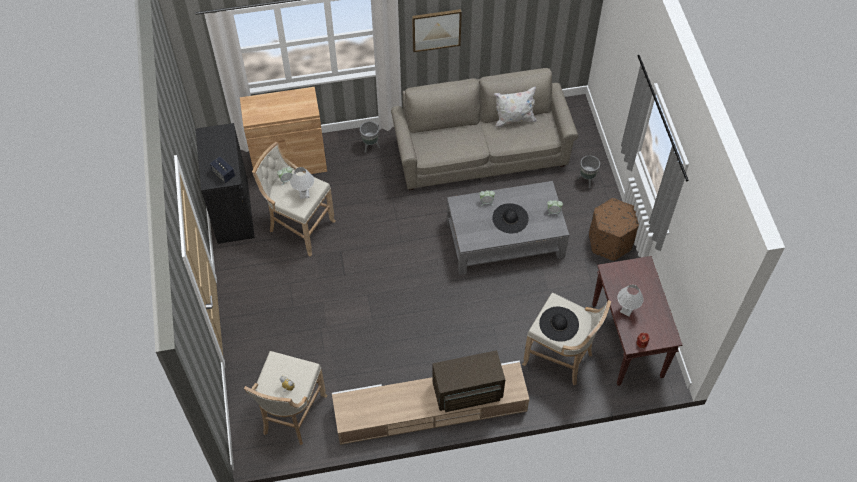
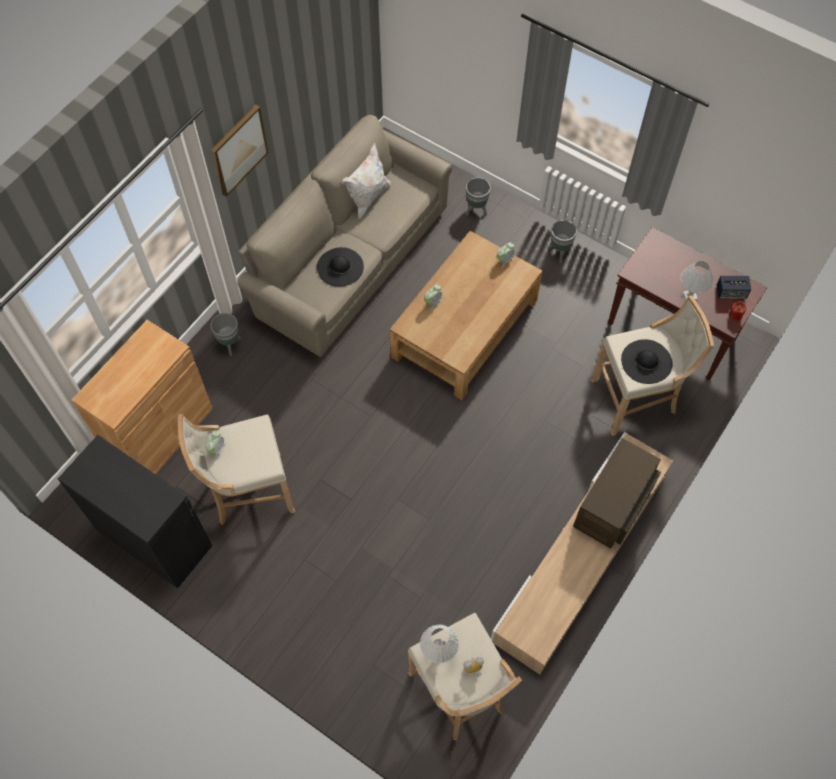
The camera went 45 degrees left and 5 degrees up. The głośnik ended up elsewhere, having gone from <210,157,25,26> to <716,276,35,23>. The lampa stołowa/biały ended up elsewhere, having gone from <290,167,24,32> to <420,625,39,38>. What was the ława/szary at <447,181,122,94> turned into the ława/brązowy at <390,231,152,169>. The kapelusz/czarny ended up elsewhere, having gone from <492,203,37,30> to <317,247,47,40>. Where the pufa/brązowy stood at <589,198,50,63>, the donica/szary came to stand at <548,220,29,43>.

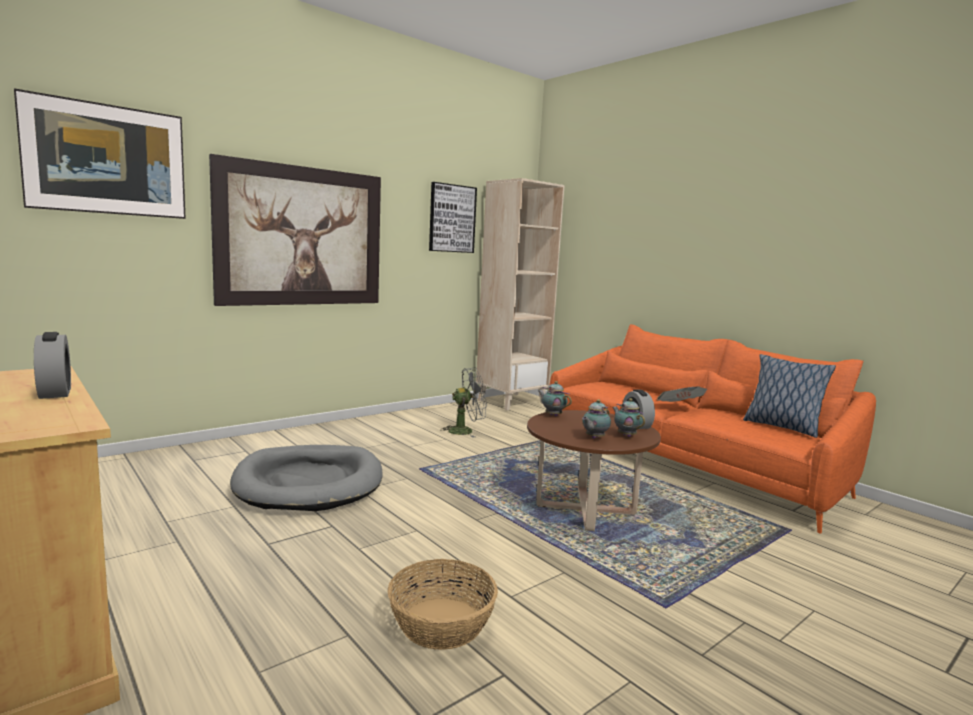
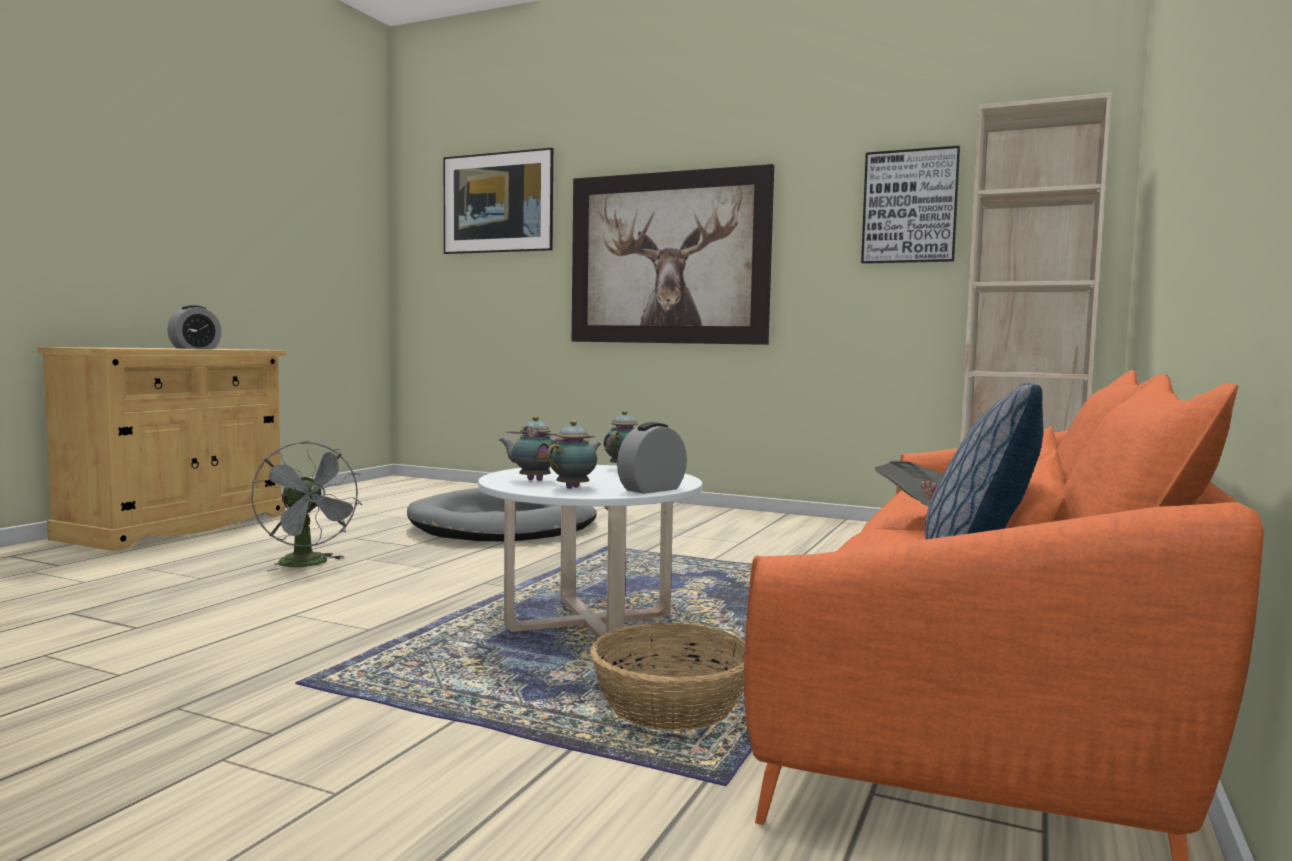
The camera went 65 degrees right and 5 degrees down. The koszyk ended up elsewhere, having gone from <388,559,110,91> to <590,623,155,108>. The wentylator/szary ended up elsewhere, having gone from <440,367,47,71> to <251,441,111,130>. What was the ława/brązowy at <527,410,134,121> turned into the ława/biały at <478,465,224,184>.

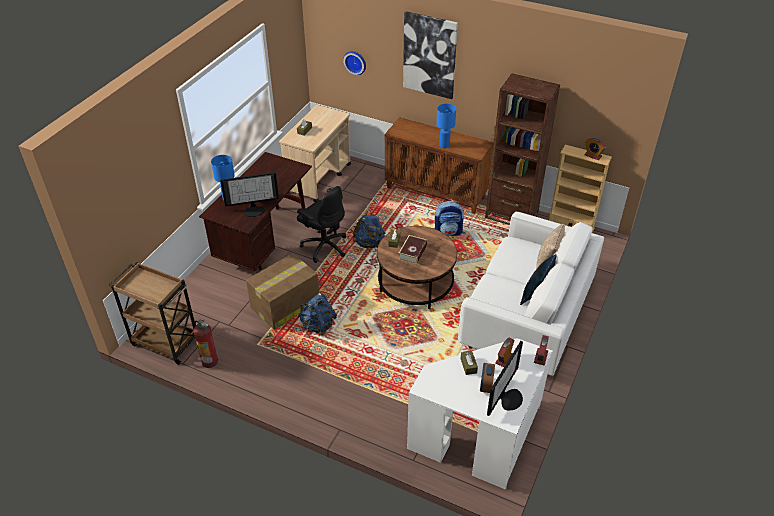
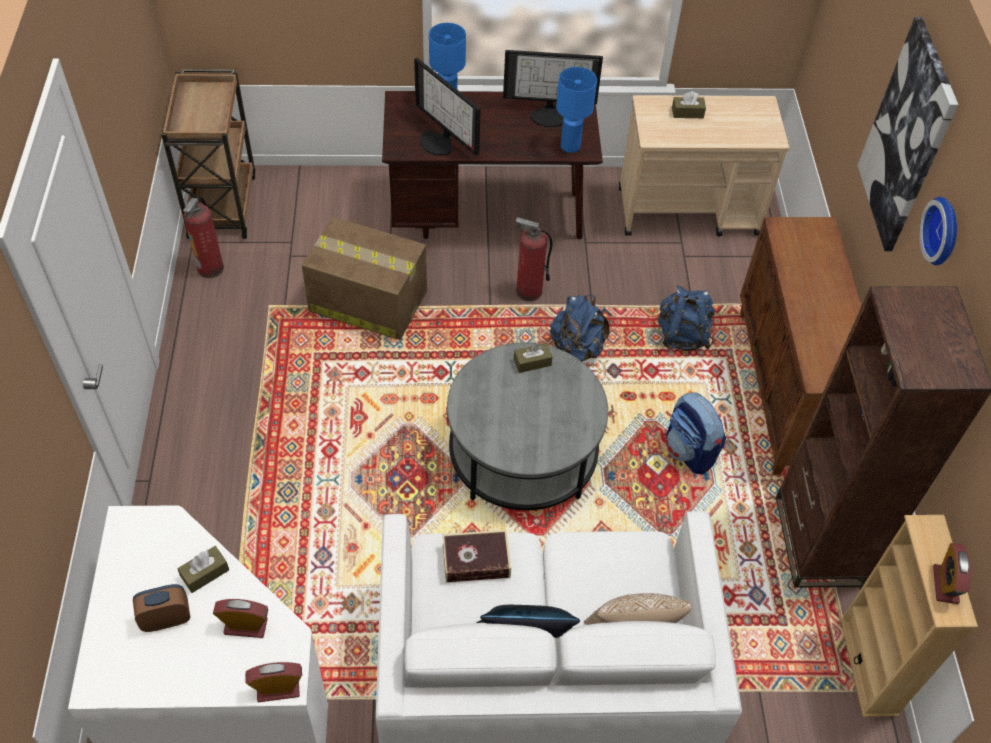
The camera went 60 degrees right and 10 degrees up. Where the krzesło biurowe/czarny stood at <297,186,49,77>, the gaśnica came to stand at <516,217,36,84>. The plecak/niebieski ended up elsewhere, having gone from <298,293,39,43> to <658,286,57,65>. The zegar ścienny ended up elsewhere, having gone from <343,51,23,24> to <919,197,38,68>. What was the ława/brązowy at <377,226,80,83> turned into the ława/szary at <447,343,161,167>. The książka ended up elsewhere, having gone from <398,235,29,30> to <443,530,68,53>. The lampa stołowa/niebieski ended up elsewhere, having gone from <436,104,20,44> to <556,67,41,86>. The monitor ended up elsewhere, having gone from <487,341,36,75> to <503,50,100,77>.

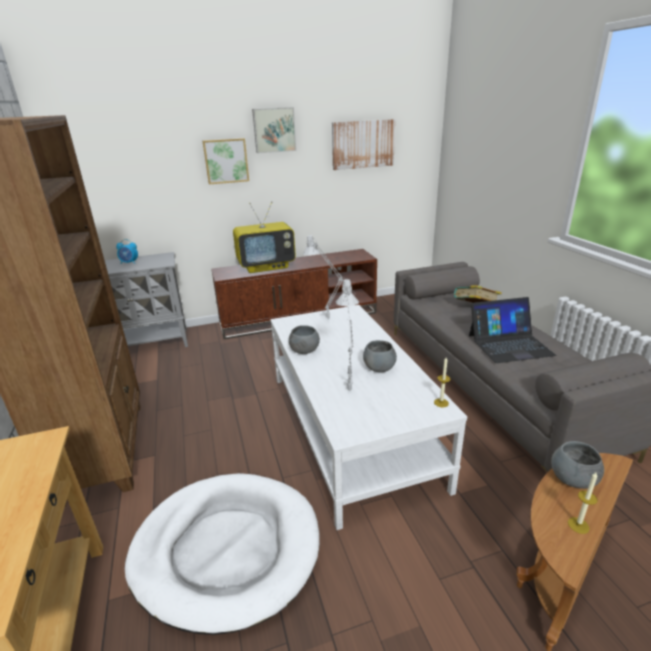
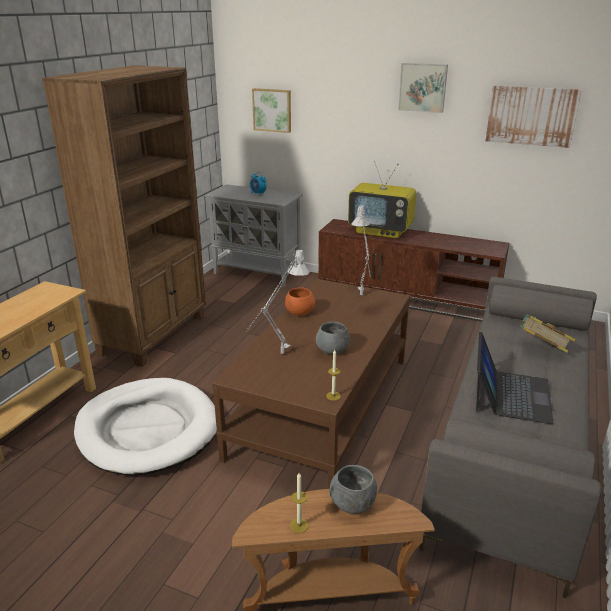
The camera went 40 degrees right and 0 degrees up. The obraz ended up elsewhere, having gone from <203,138,46,46> to <252,88,39,45>. What was the ława/biały at <270,305,197,225> turned into the ława/brązowy at <212,279,198,210>. What was the miska/szary at <289,326,31,28> turned into the miska/pomarańczowy at <285,287,30,28>. The laptop at <469,297,88,66> ended up facing another way, 105 degrees counterclockwise from before.

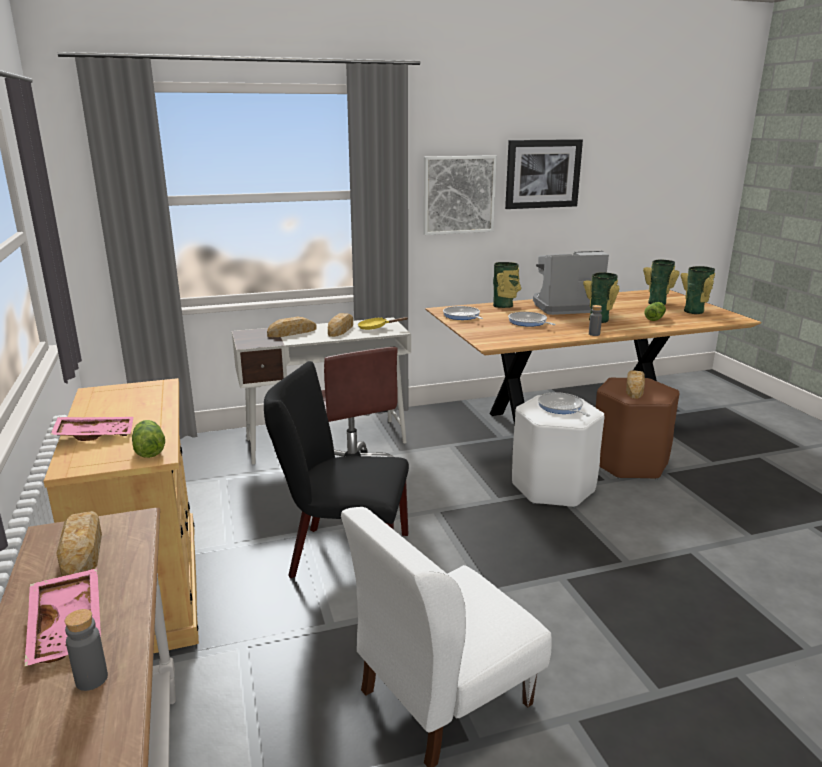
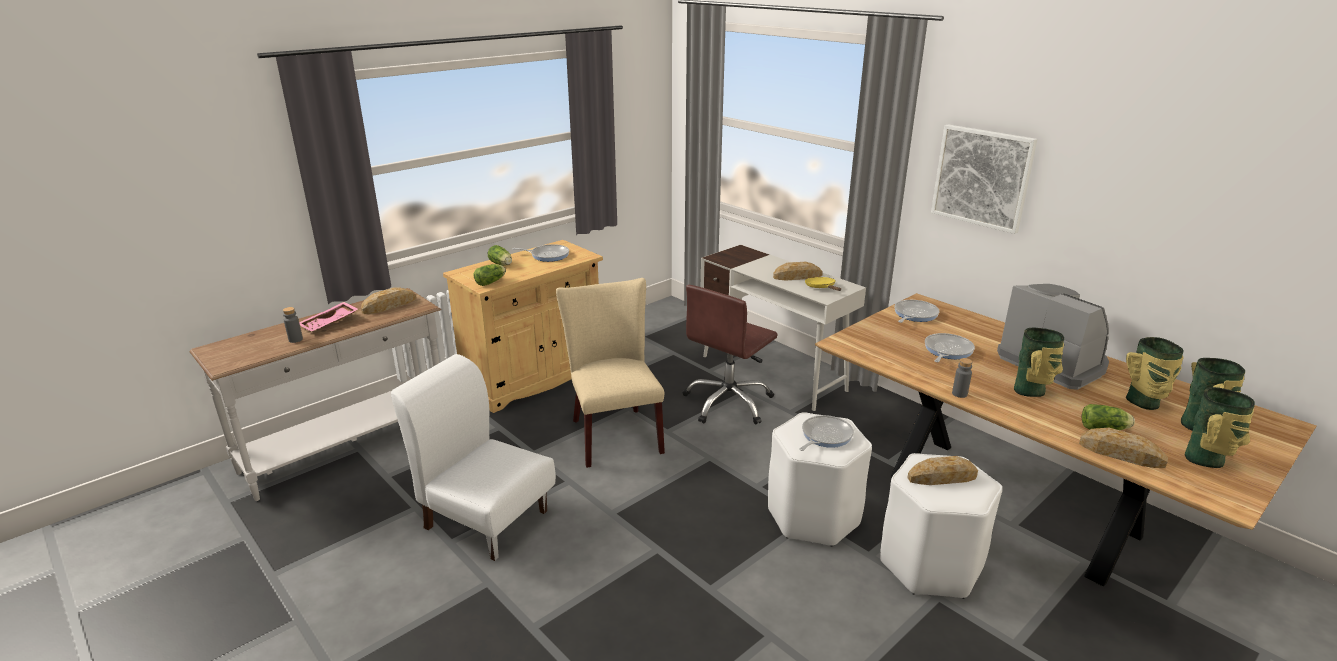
The camera went 65 degrees right and 5 degrees up. Where the taca/różowy stood at <50,417,83,24>, the sałata came to stand at <488,245,24,21>. What was the krzesło/czarny at <264,361,145,217> turned into the krzesło/beżowy at <556,278,109,190>. The chleb ended up elsewhere, having gone from <267,317,50,20> to <1079,428,89,40>. The wazon ended up elsewhere, having gone from <493,262,28,46> to <1126,337,58,73>. The second view lost the obraz at <505,139,78,70>. What was the stołek/brązowy at <595,378,84,102> turned into the stołek/biały at <880,453,122,146>. The second view gained the patelnia at <512,244,57,18>.

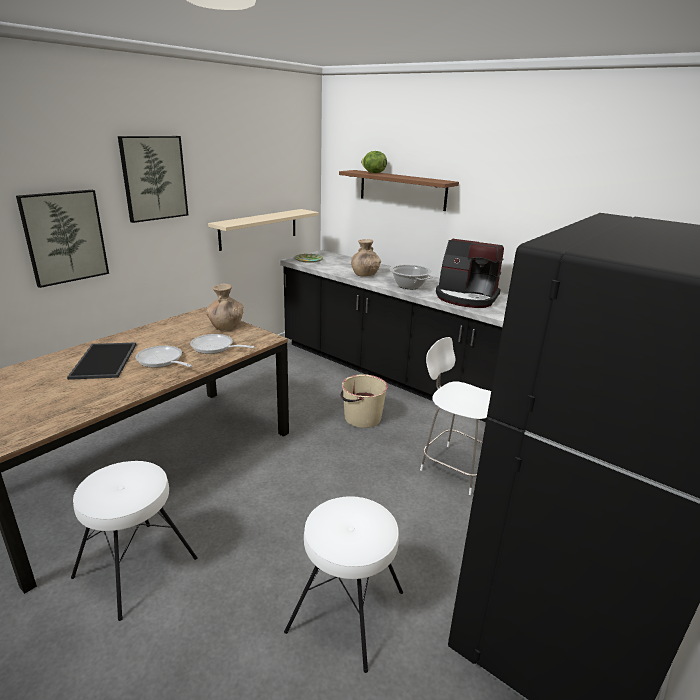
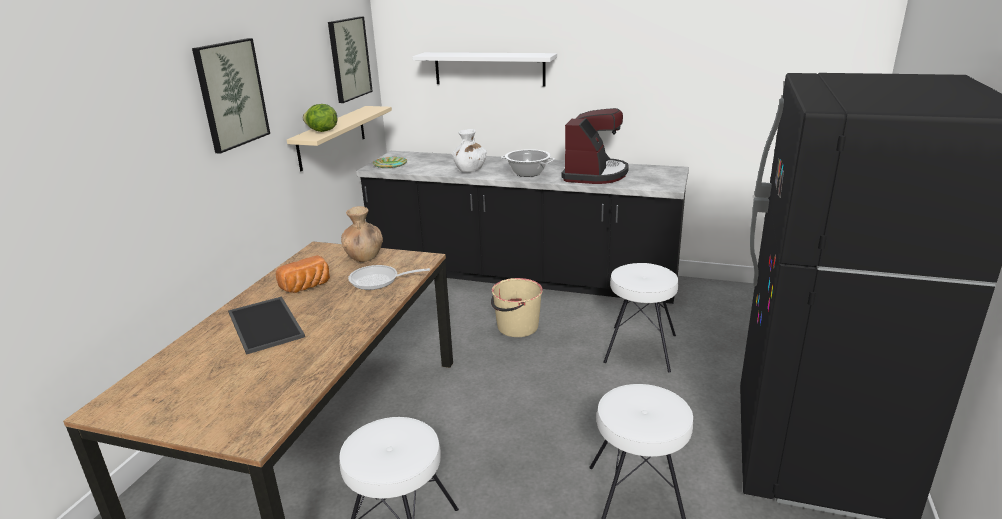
The camera went 20 degrees left and 0 degrees up. The obraz ended up elsewhere, having gone from <16,190,93,98> to <328,16,45,87>. The second view lost the patelnia at <136,346,56,22>. What was the półka/brązowy at <339,170,120,41> turned into the półka/biały at <412,52,145,35>. What was the wazon/brązowy at <351,239,30,38> turned into the wazon/biały at <452,129,35,43>. The sałata ended up elsewhere, having gone from <361,151,26,22> to <303,104,34,28>. Where the krzesło/biały stood at <420,337,71,158>, the stołek/biały came to stand at <603,263,75,109>. The ekspres do kawy at <436,239,68,69> ended up facing another way, 75 degrees counterclockwise from before. The second view gained the chleb at <276,255,54,38>.

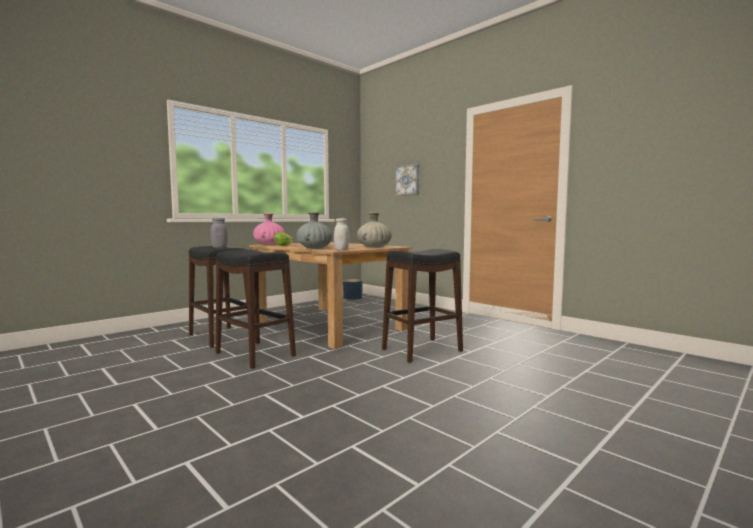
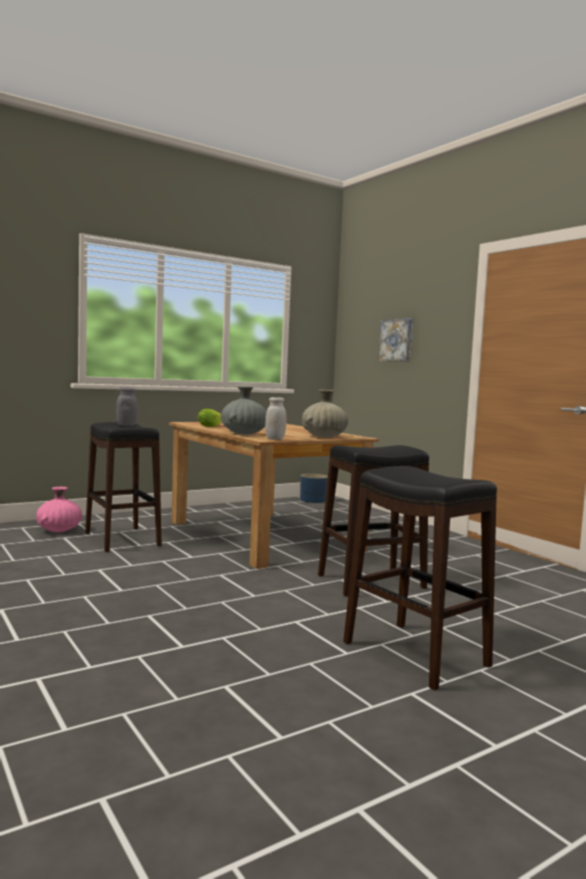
The camera went 10 degrees right and 0 degrees up. The stołek/czarny ended up elsewhere, having gone from <216,250,80,119> to <343,466,154,225>. The wazon/różowy ended up elsewhere, having gone from <253,213,32,32> to <36,487,46,45>.

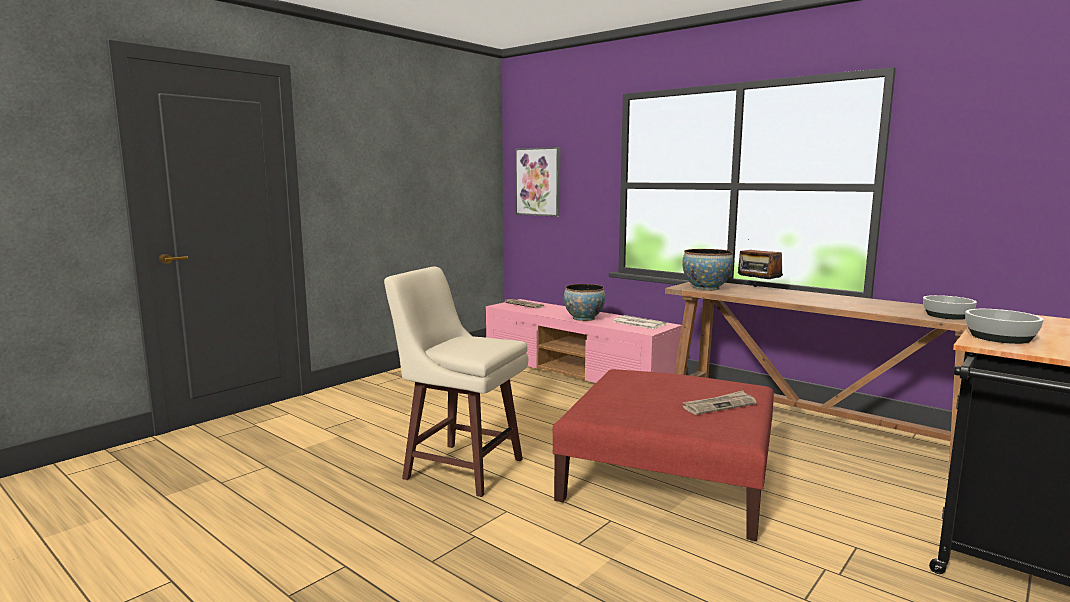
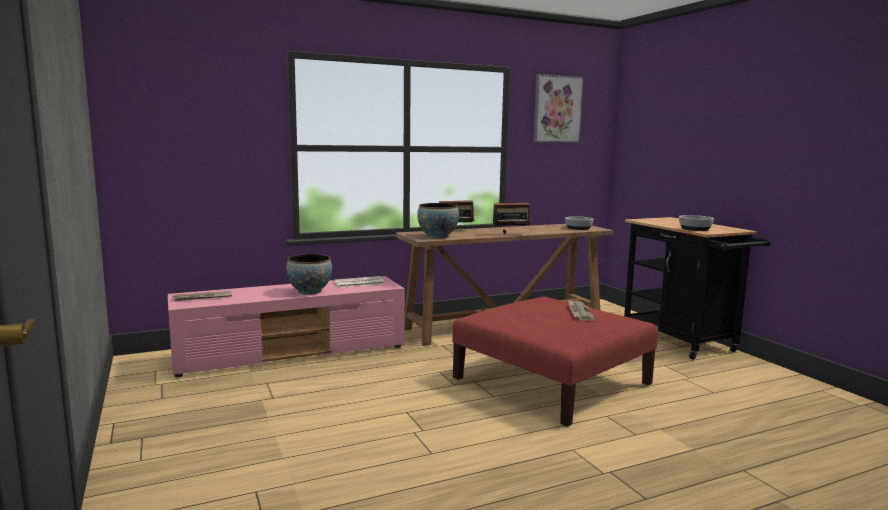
The camera went 65 degrees left and 0 degrees up. The second view lost the stołek/beżowy at <384,267,144,230>. The obraz ended up elsewhere, having gone from <515,147,46,70> to <533,74,51,69>. The second view gained the radio at <493,196,38,38>.

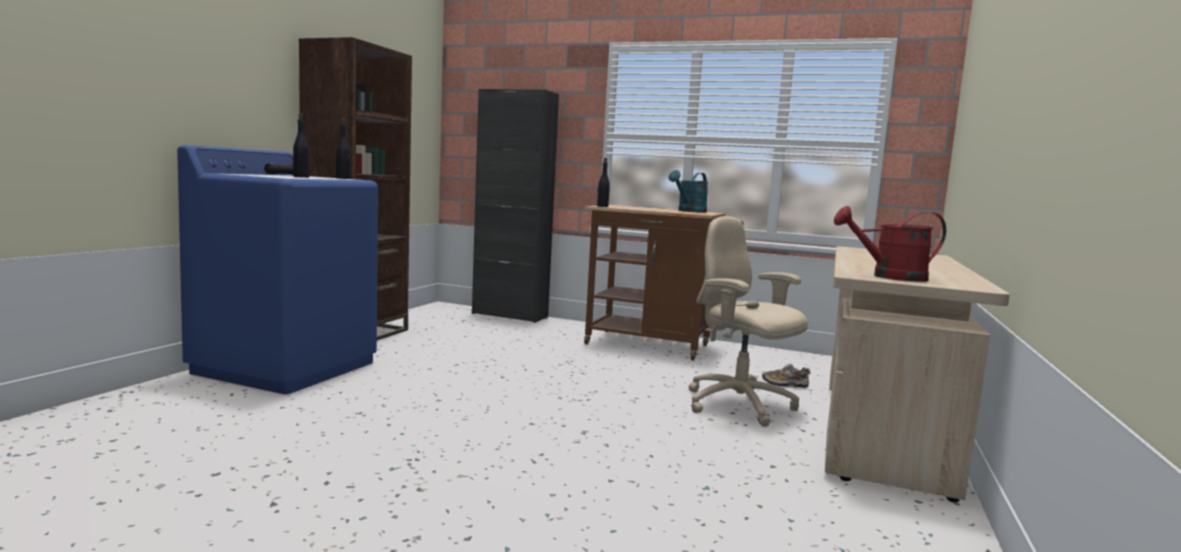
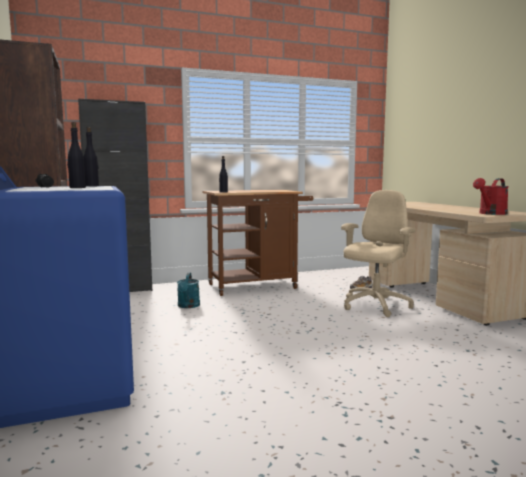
The camera went 40 degrees left and 0 degrees up. The konewka/turkusowy ended up elsewhere, having gone from <668,170,40,43> to <177,273,23,35>. The krzesło biurowe/beżowy at <688,216,120,211> ended up facing another way, 120 degrees clockwise from before.

